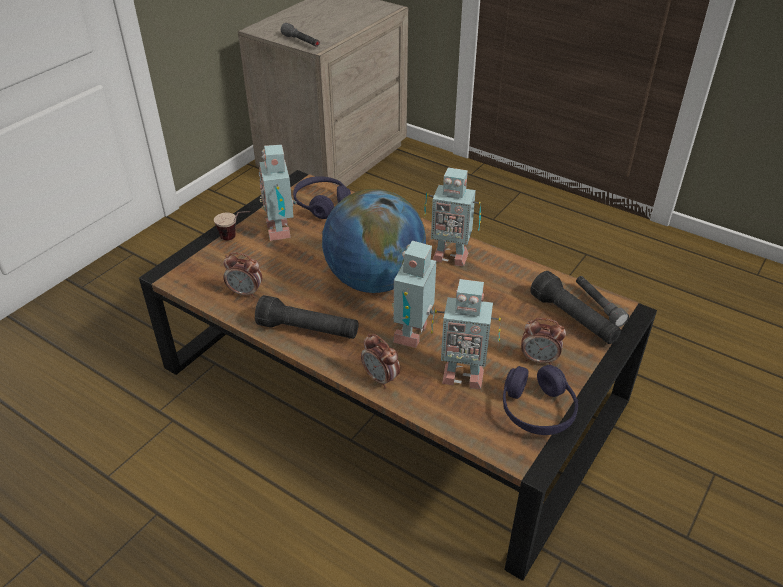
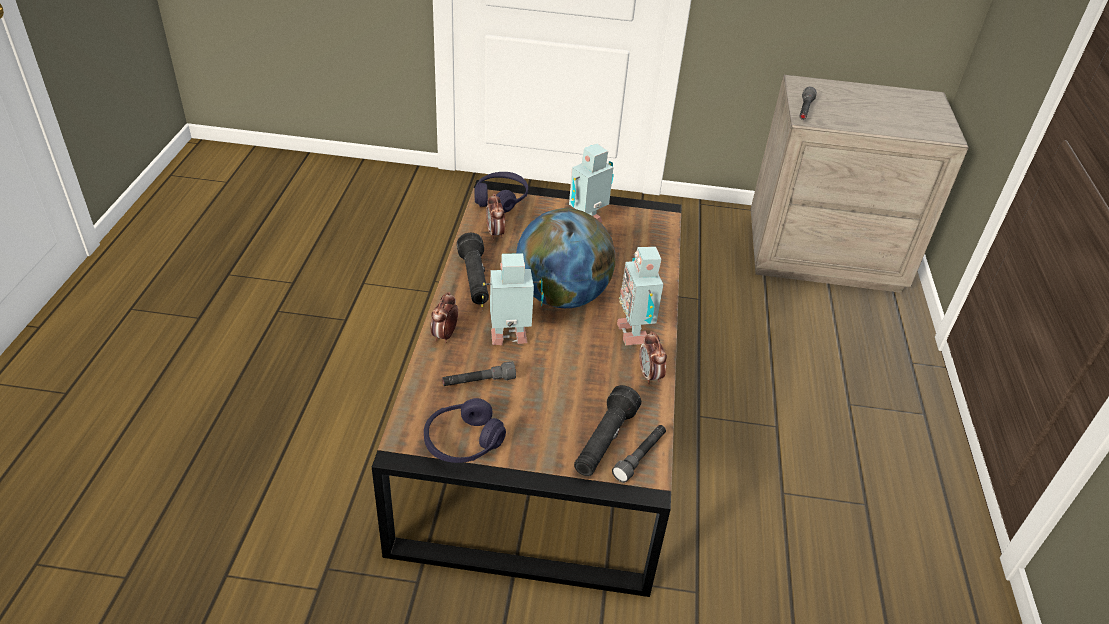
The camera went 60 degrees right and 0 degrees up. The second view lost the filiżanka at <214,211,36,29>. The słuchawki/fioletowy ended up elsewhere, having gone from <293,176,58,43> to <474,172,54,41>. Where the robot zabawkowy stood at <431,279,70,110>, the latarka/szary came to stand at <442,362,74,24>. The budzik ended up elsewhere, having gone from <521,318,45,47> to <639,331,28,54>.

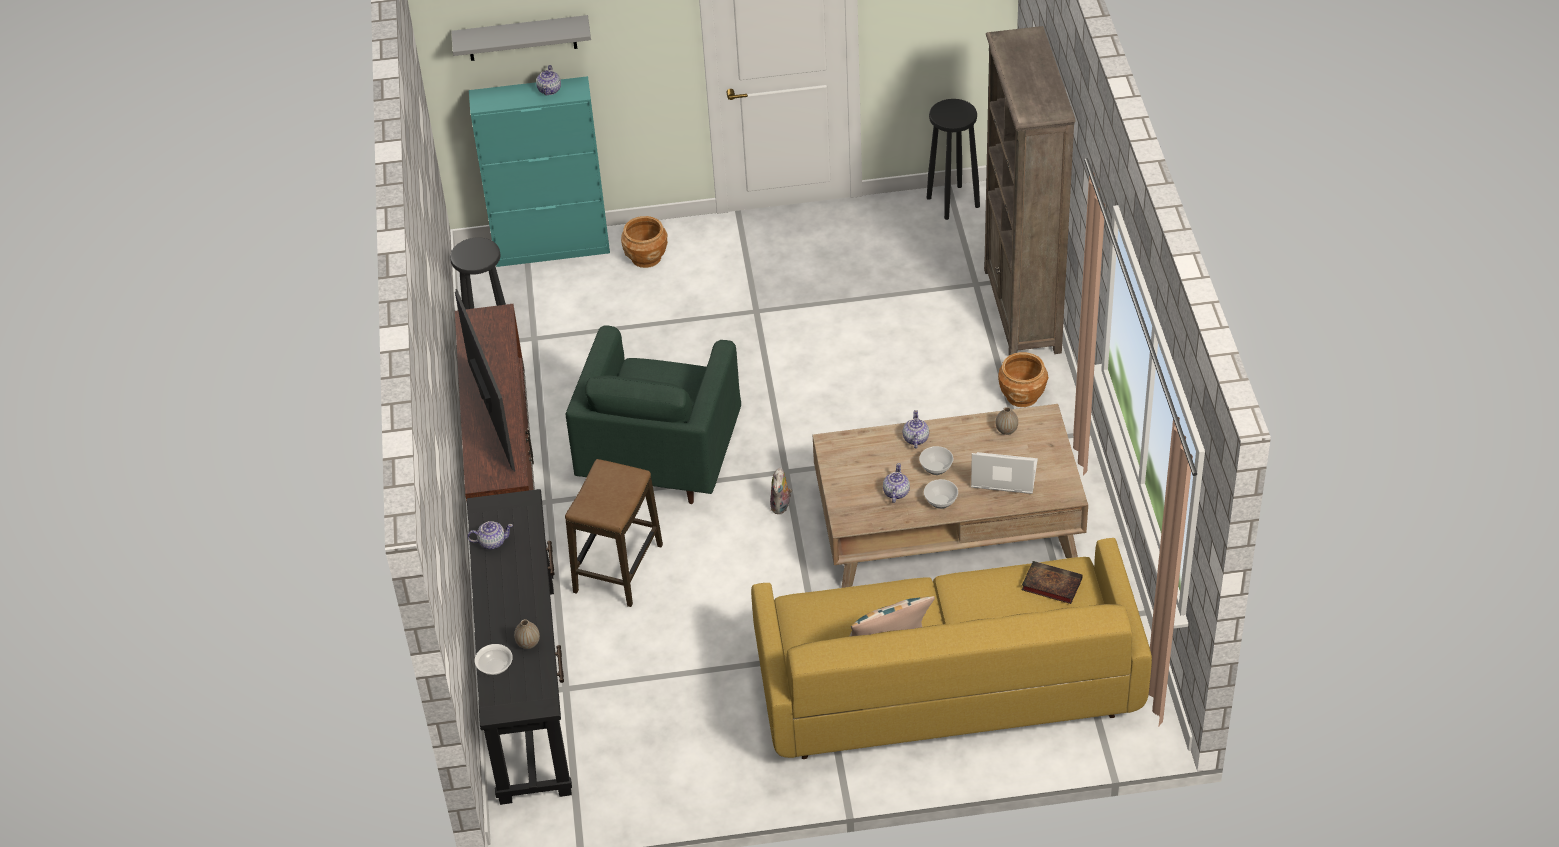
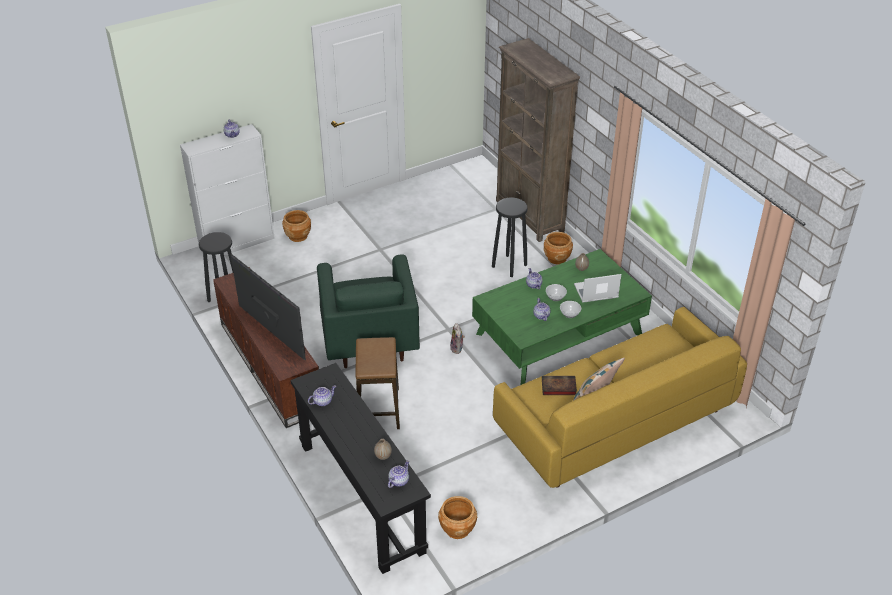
The camera went 25 degrees left and 5 degrees down. The second view lost the półka/szary at <451,15,140,46>. What was the szafka/turkusowy at <469,76,141,191> turned into the szafka/biały at <180,124,95,137>. The second view lost the miska at <475,644,38,31>. What was the ława/brązowy at <813,404,275,184> turned into the ława/zielony at <472,249,180,136>. The stołek/czarny ended up elsewhere, having gone from <927,99,53,121> to <492,198,35,79>. The książka ended up elsewhere, having gone from <1022,561,61,43> to <542,376,35,19>. The second view gained the imbryk at <388,460,21,28>. The second view gained the donica/brązowy at <438,496,39,43>.

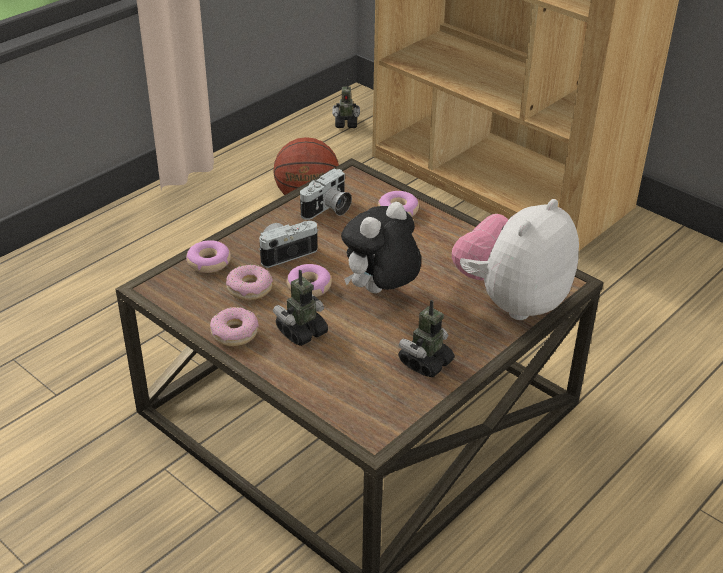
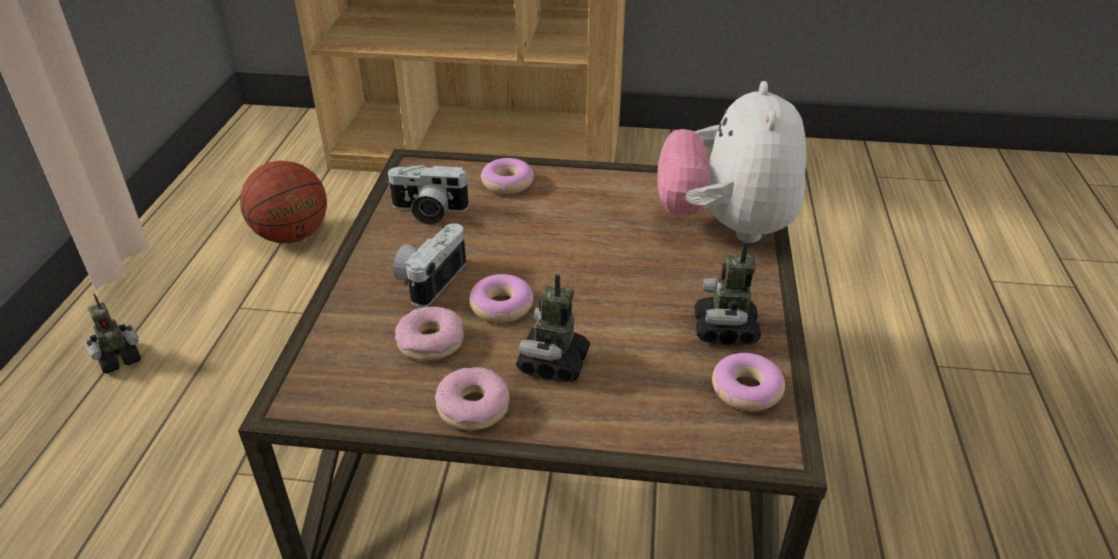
The camera went 35 degrees left and 0 degrees up. The donut ended up elsewhere, having gone from <186,240,45,33> to <712,353,73,58>. The aparat fotograficzny at <300,168,52,52> ended up facing another way, 90 degrees clockwise from before. The robot zabawkowy ended up elsewhere, having gone from <332,79,28,49> to <85,293,56,81>. The second view lost the pluszak at <341,202,80,91>.

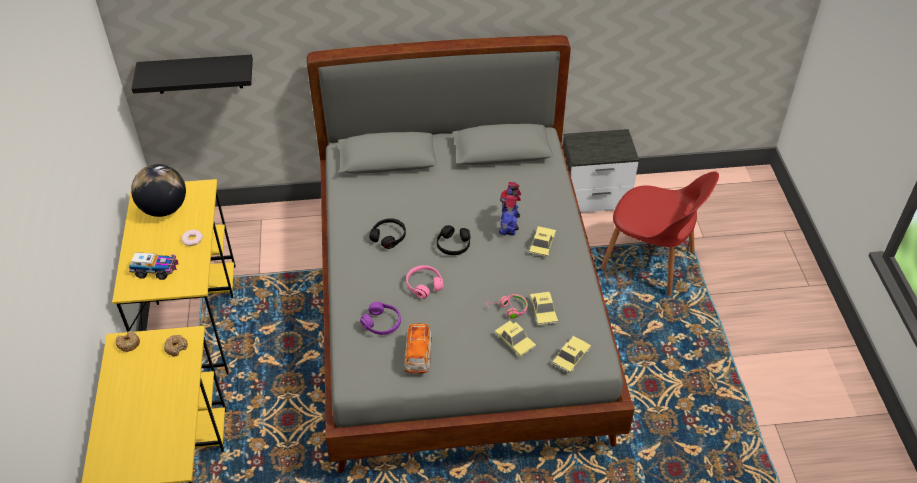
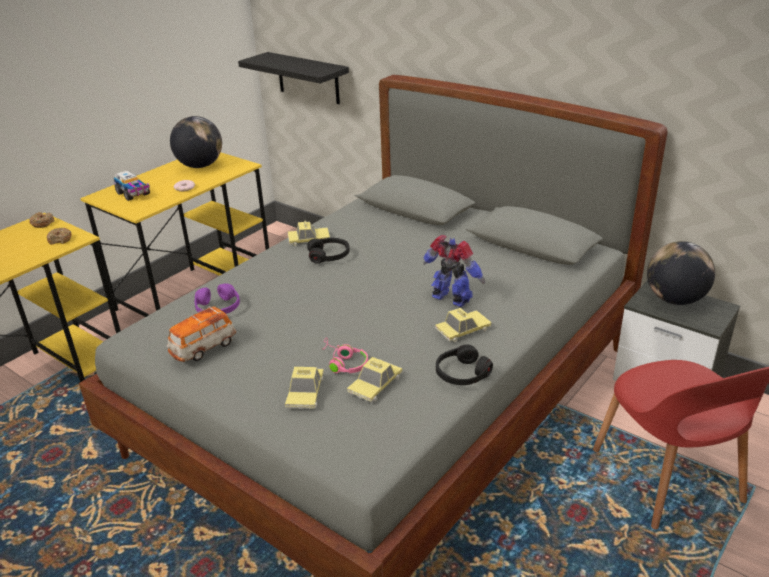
The camera went 45 degrees right and 15 degrees down. The second view lost the słuchawki/różowy at <406,265,37,33>. The słuchawki/czarny ended up elsewhere, having gone from <437,225,34,30> to <436,344,57,41>. The robot zabawkowy at <499,182,22,53> ended up facing another way, 75 degrees clockwise from before. The samochodzik ended up elsewhere, having gone from <552,336,39,37> to <288,221,42,25>. The second view gained the globus at <647,241,68,64>.

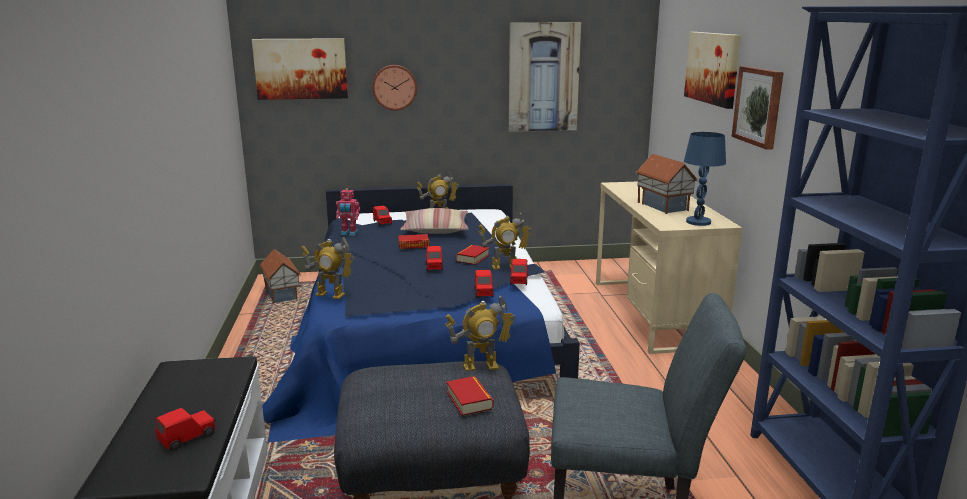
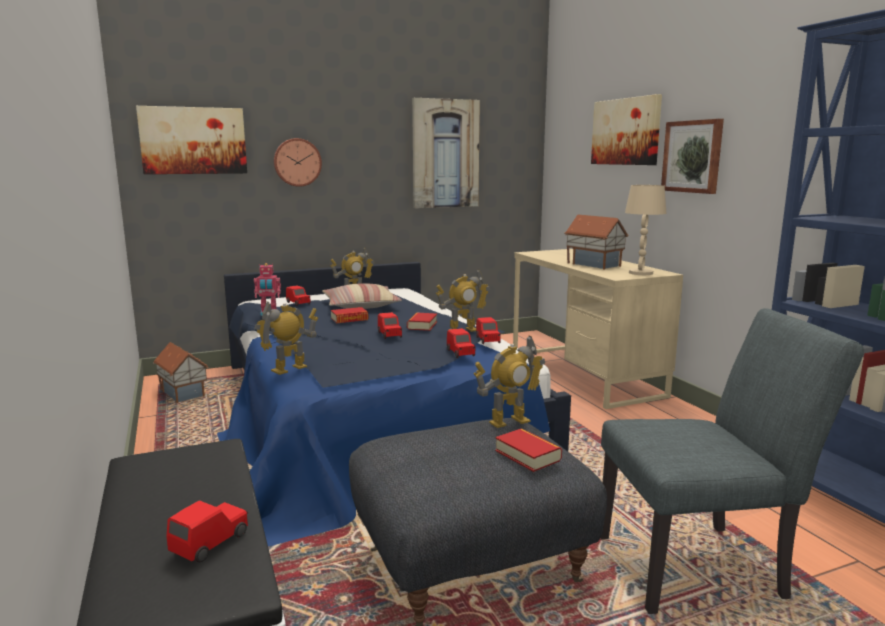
The camera went 15 degrees left and 5 degrees down. The robot zabawkowy at <301,236,54,63> ended up facing another way, 135 degrees clockwise from before. What was the lampa stołowa/niebieski at <684,132,42,94> turned into the lampa stołowa/beżowy at <625,185,41,90>.

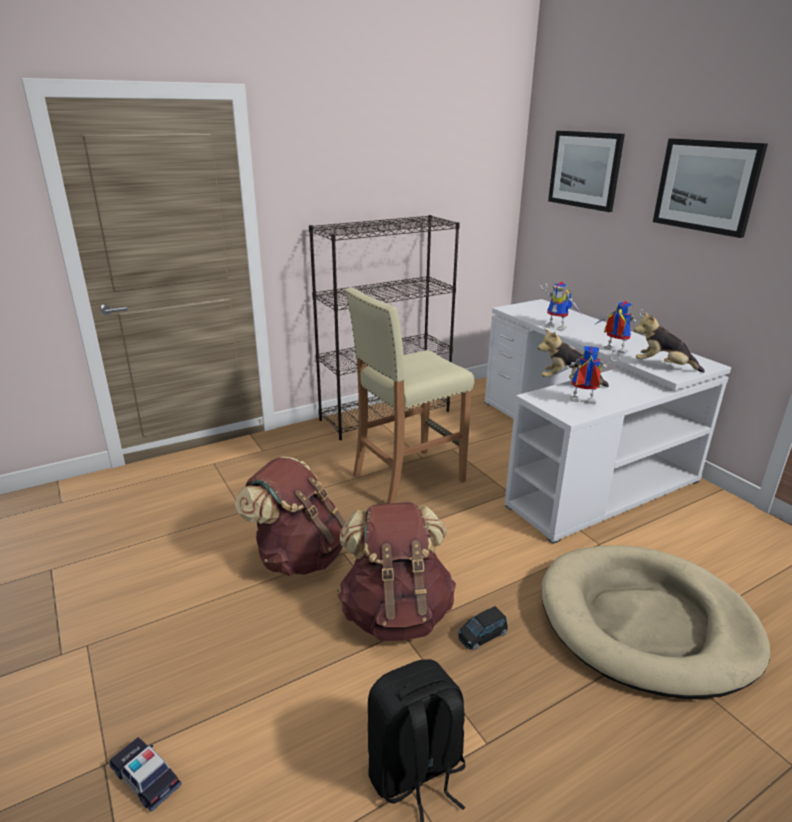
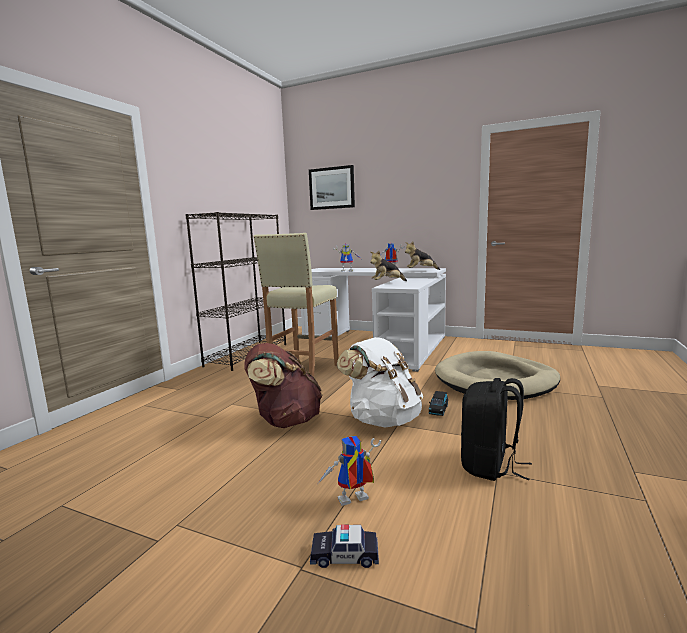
The camera went 35 degrees left and 15 degrees down. What was the plecak/brązowy at <337,502,119,139> turned into the plecak/biały at <337,337,86,91>. The robot zabawkowy ended up elsewhere, having gone from <554,346,66,58> to <318,436,63,70>. The second view lost the obraz at <653,138,115,100>.

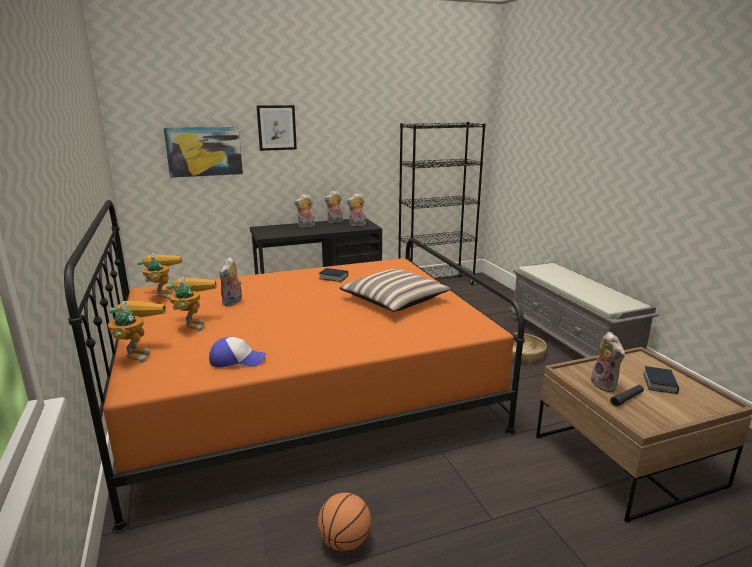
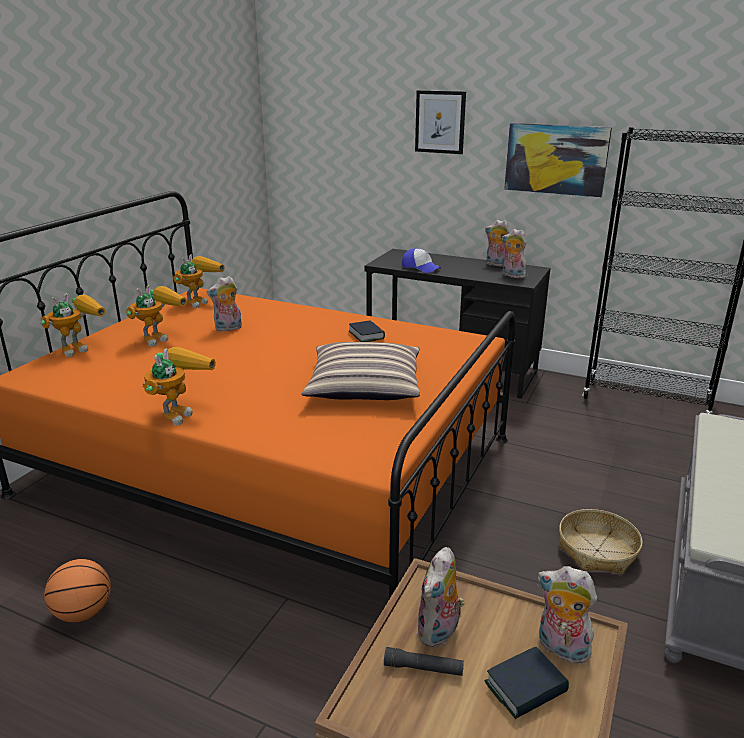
The camera went 45 degrees right and 5 degrees up. The obraz ended up elsewhere, having gone from <163,127,80,51> to <504,123,108,74>. The czapka z daszkiem ended up elsewhere, having gone from <209,337,57,31> to <402,248,39,25>. The pluszak ended up elsewhere, having gone from <294,194,21,34> to <537,566,60,99>. The second view gained the robot zabawkowy at <143,347,73,78>.

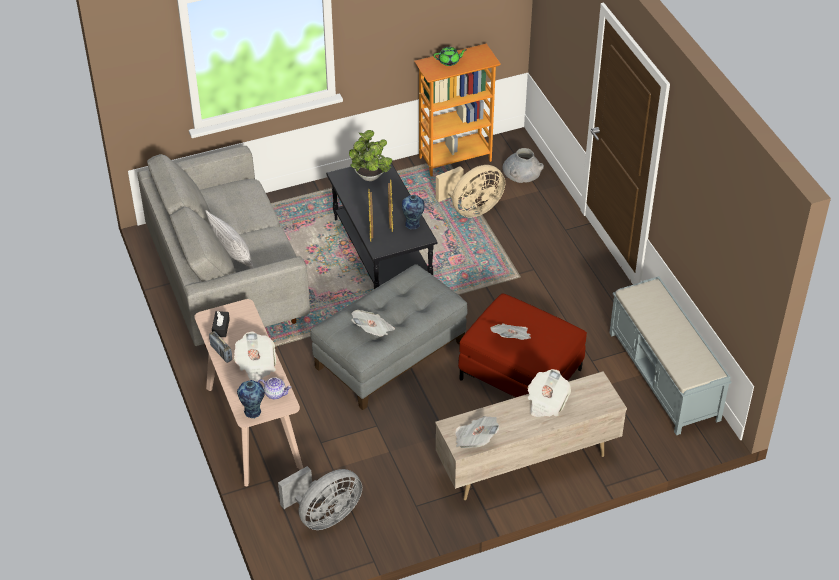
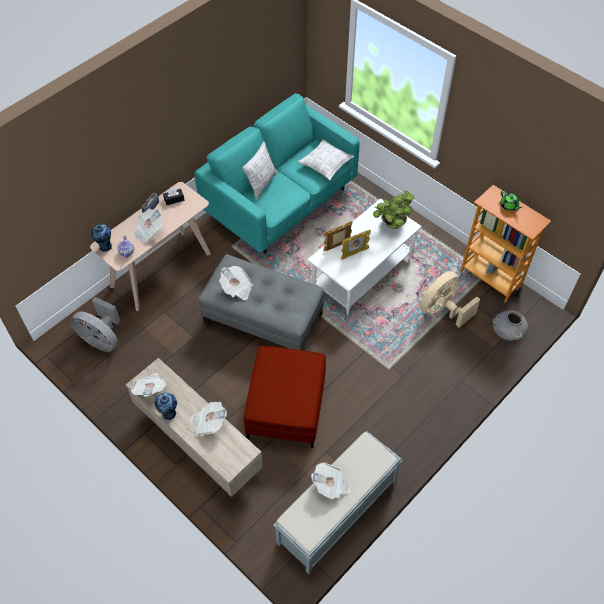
The camera went 65 degrees right and 10 degrees up. What was the kanapa/szary at <137,146,173,202> turned into the kanapa/turkusowy at <194,94,166,159>. What was the ława/czarny at <326,157,112,132> turned into the ława/biały at <307,198,115,117>. The wazon ended up elsewhere, having gone from <402,195,23,34> to <154,392,23,28>. The wentylator/beżowy at <436,165,69,52> ended up facing another way, 105 degrees clockwise from before. The gazeta ended up elsewhere, having gone from <491,323,40,17> to <311,462,40,37>. The second view gained the poduszka at <298,139,56,41>.

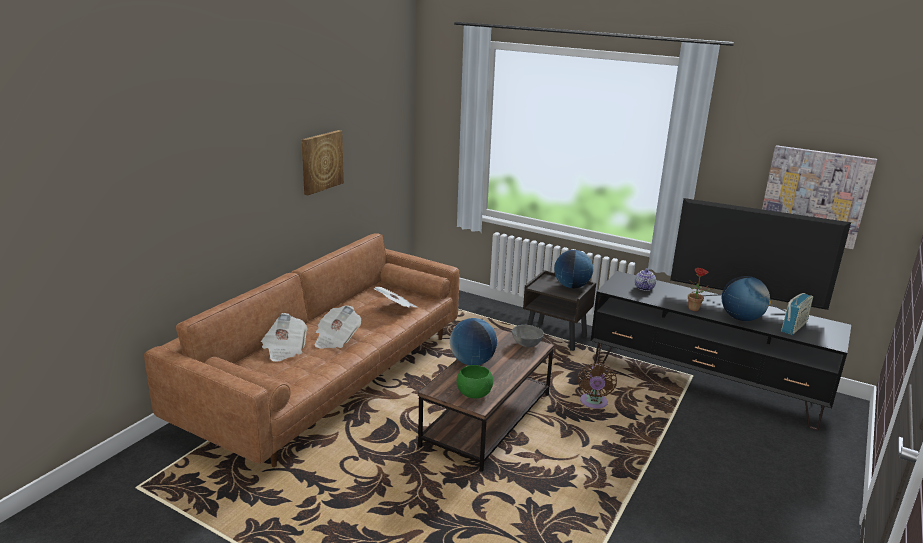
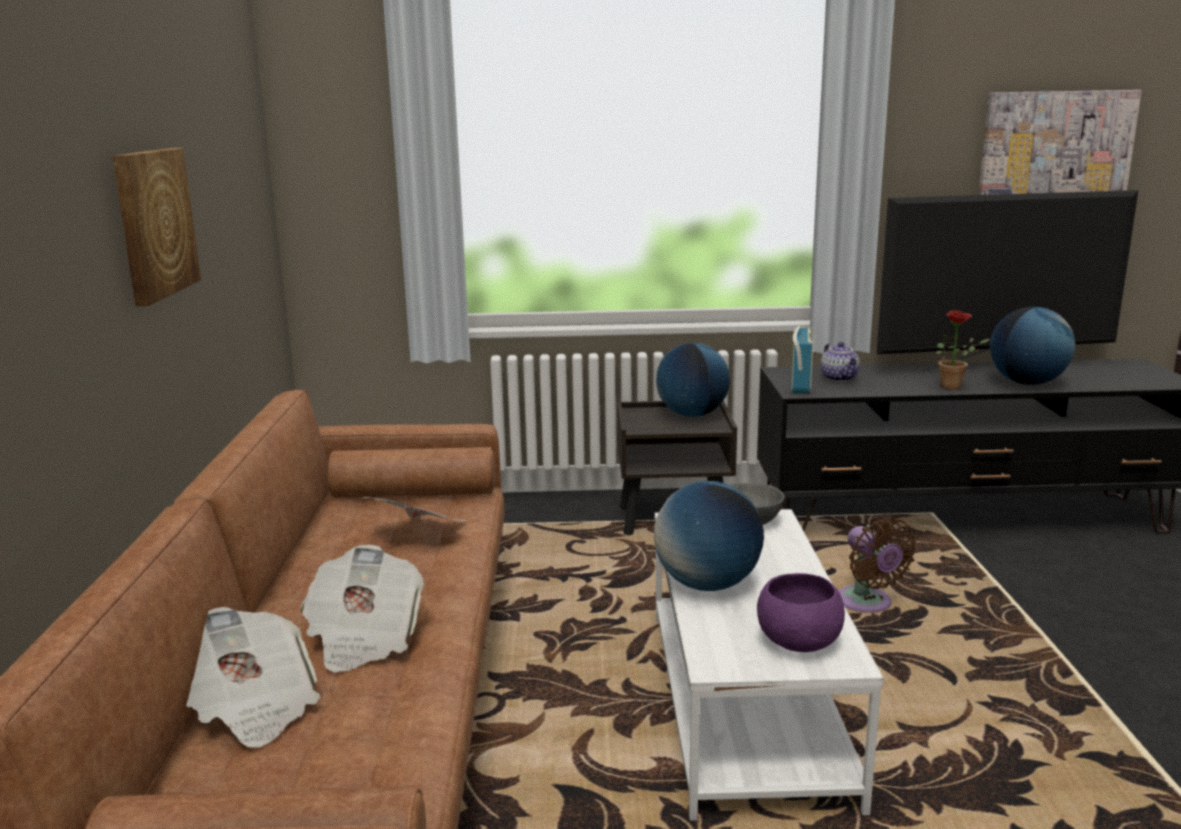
The camera went 30 degrees left and 5 degrees down. What was the ława/brązowy at <418,328,136,144> turned into the ława/biały at <654,509,230,311>. What was the miska/zielony at <457,365,36,33> turned into the miska/fioletowy at <757,573,88,79>. The radio ended up elsewhere, having gone from <781,293,32,42> to <791,326,22,68>.

